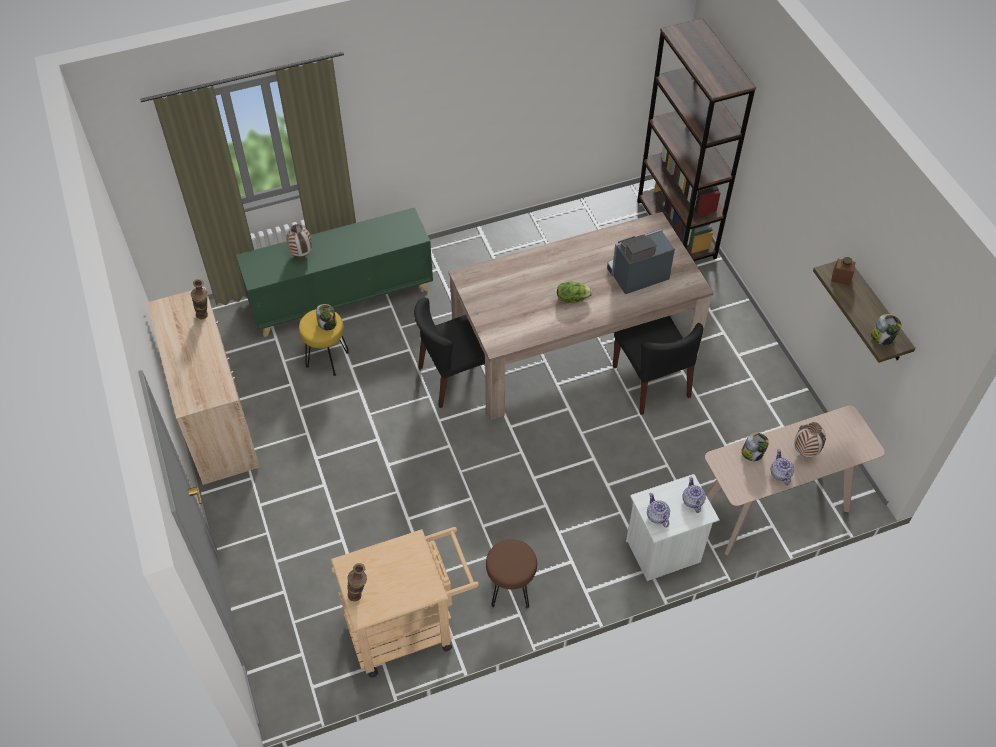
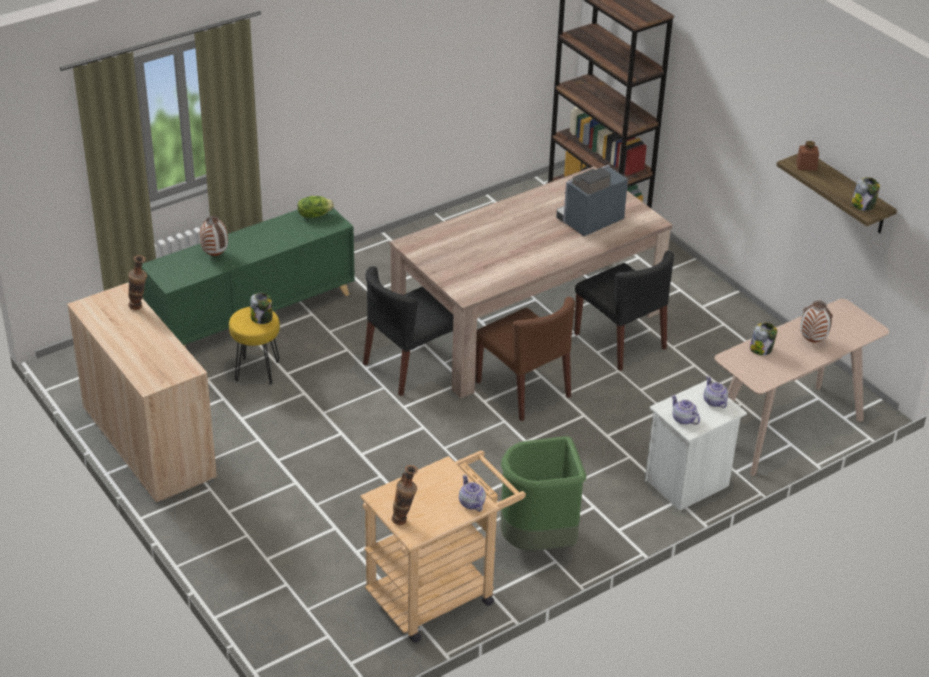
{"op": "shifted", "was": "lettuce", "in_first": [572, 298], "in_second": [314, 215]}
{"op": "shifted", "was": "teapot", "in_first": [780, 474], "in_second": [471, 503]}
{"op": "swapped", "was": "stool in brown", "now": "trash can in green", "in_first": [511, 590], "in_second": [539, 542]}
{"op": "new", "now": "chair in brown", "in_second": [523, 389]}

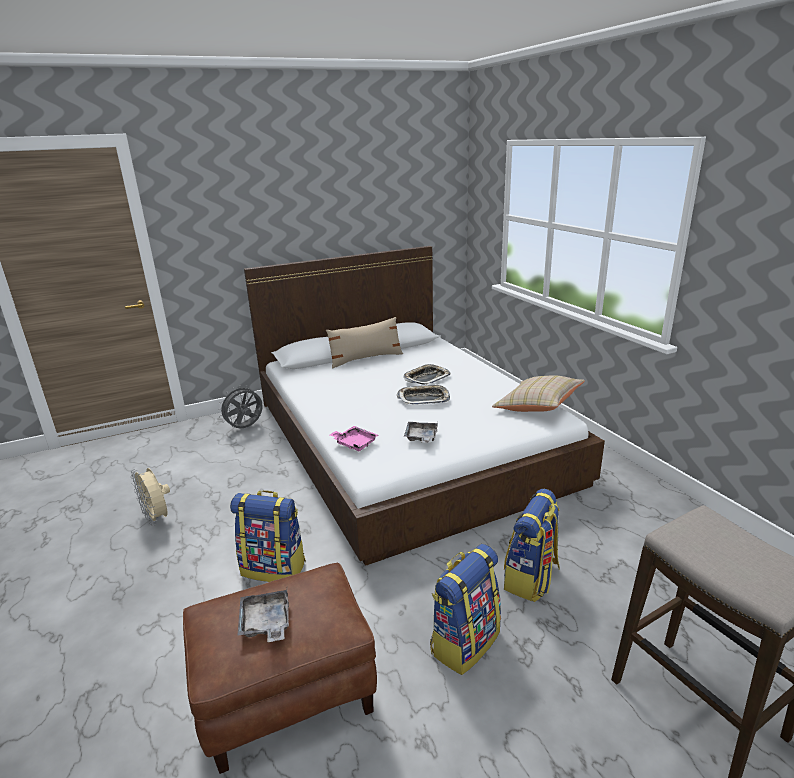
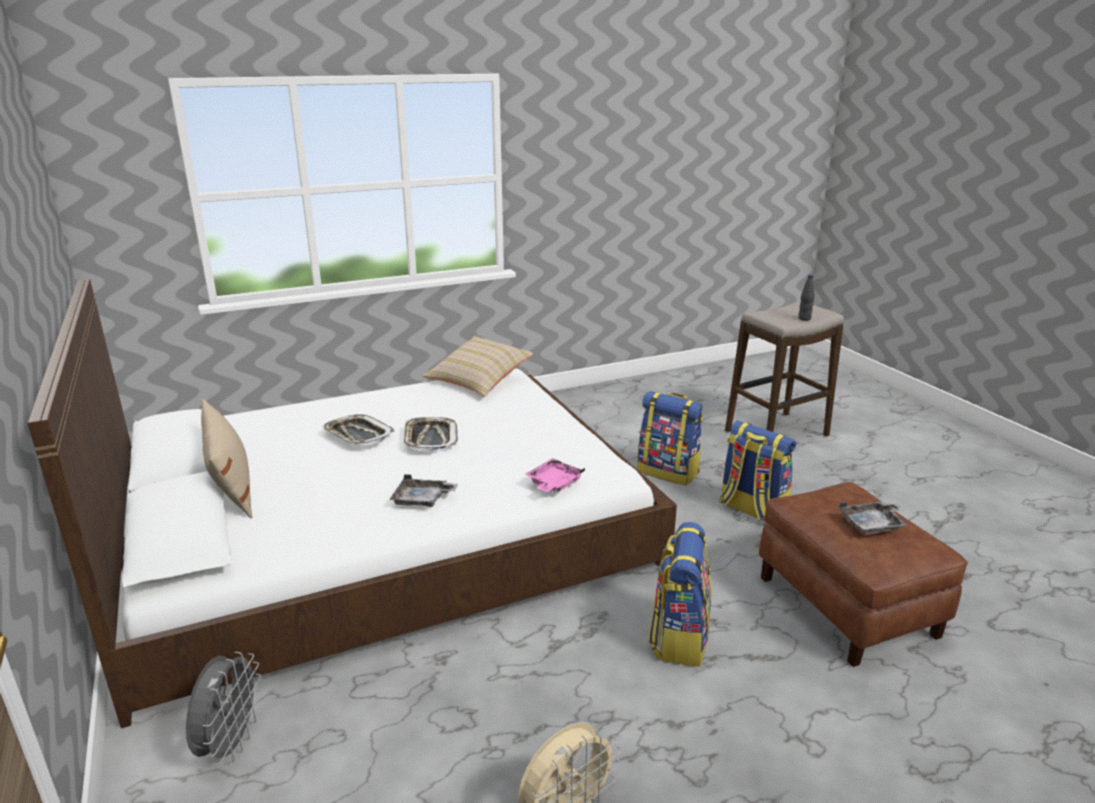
{"op": "rotated", "was": "fan in grey", "in_first": [245, 428], "in_second": [230, 744], "clockwise": -135}
{"op": "shifted", "was": "tray in grey", "in_first": [421, 437], "in_second": [422, 500]}
{"op": "new", "now": "bottle in black", "in_second": [804, 318]}

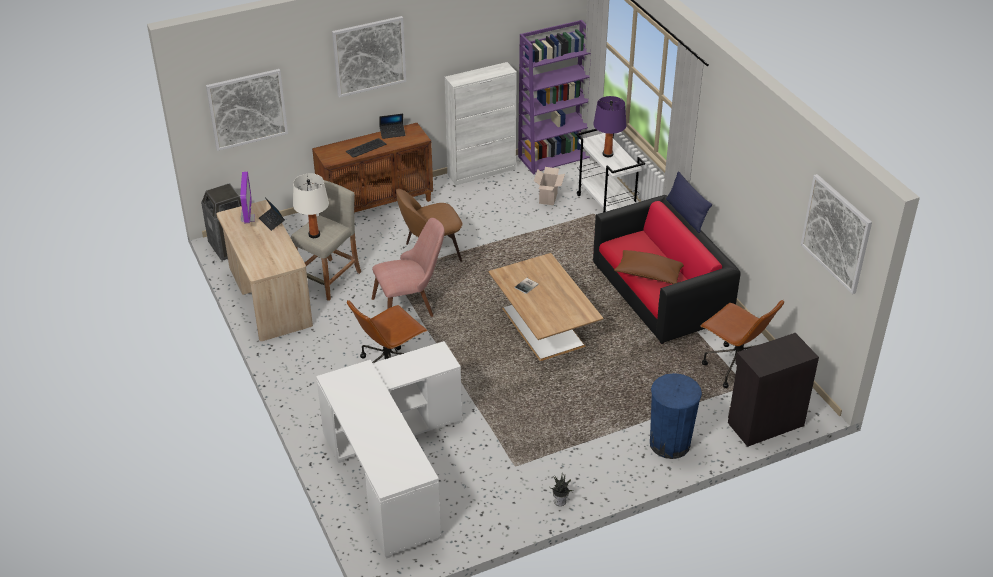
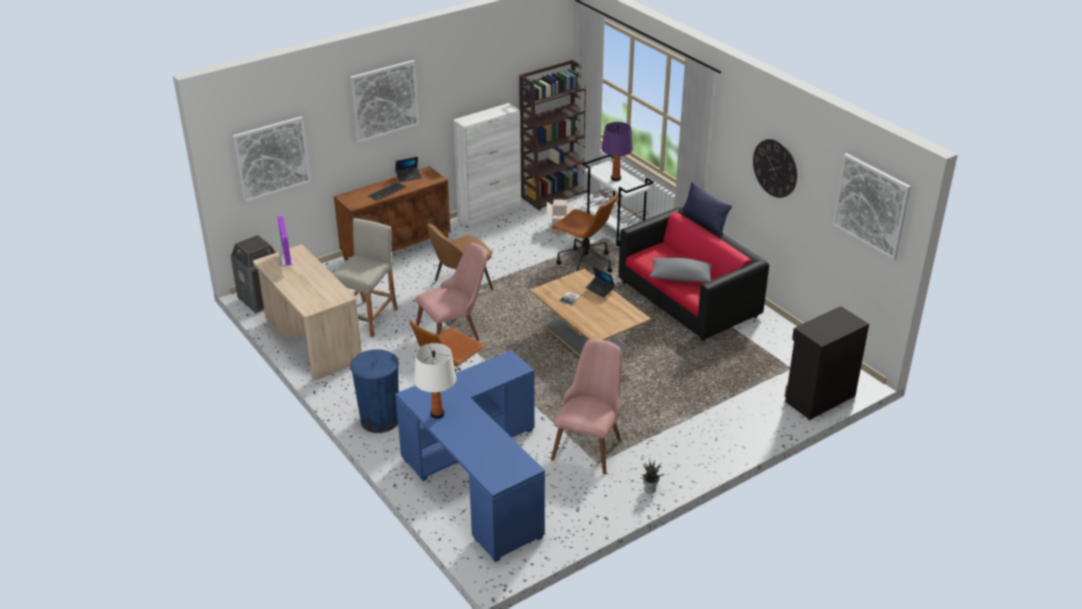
{"op": "repainted", "was": "bookcase in purple", "now": "bookcase in brown", "in_first": [555, 157], "in_second": [555, 194]}
{"op": "shifted", "was": "table lamp in white", "in_first": [314, 234], "in_second": [437, 414]}
{"op": "shifted", "was": "laptop", "in_first": [272, 221], "in_second": [600, 289]}
{"op": "repainted", "was": "pillow in brown", "now": "pillow in grey", "in_first": [648, 274], "in_second": [680, 278]}
{"op": "shifted", "was": "office chair in brown", "in_first": [735, 367], "in_second": [584, 263]}
{"op": "repainted", "was": "desk in white", "now": "desk in blue", "in_first": [390, 468], "in_second": [476, 479]}
{"op": "shifted", "was": "trash can in blue", "in_first": [670, 444], "in_second": [380, 420]}
{"op": "new", "now": "wall clock", "in_second": [775, 168]}
{"op": "new", "now": "chair in pink", "in_second": [590, 443]}

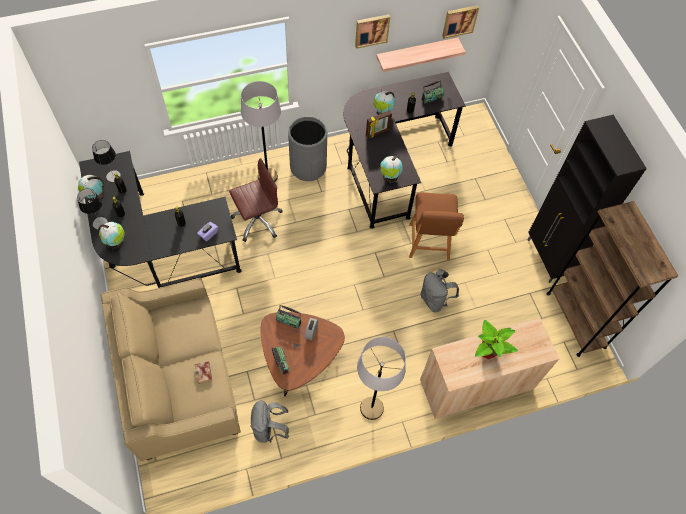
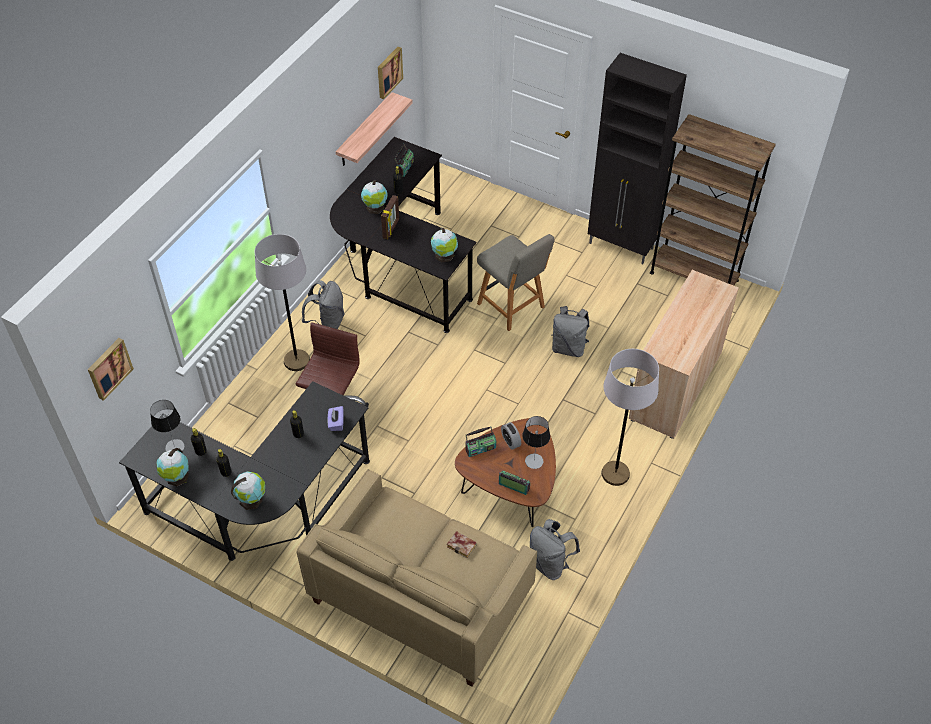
{"op": "shifted", "was": "picture", "in_first": [371, 30], "in_second": [108, 368]}
{"op": "swapped", "was": "trash can in grey", "now": "backpack in grey", "in_first": [308, 167], "in_second": [327, 324]}
{"op": "shifted", "was": "table lamp", "in_first": [100, 223], "in_second": [534, 461]}
{"op": "repainted", "was": "chair in brown", "now": "chair in grey", "in_first": [429, 243], "in_second": [512, 307]}
{"op": "gone", "was": "potted plant", "in_first": [488, 351]}

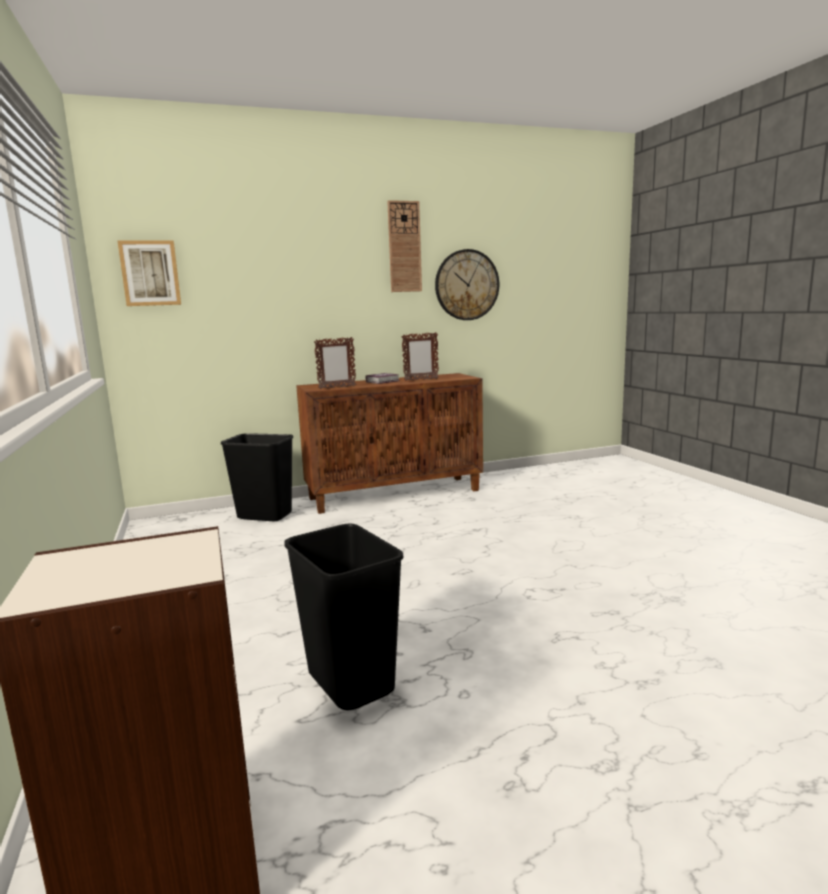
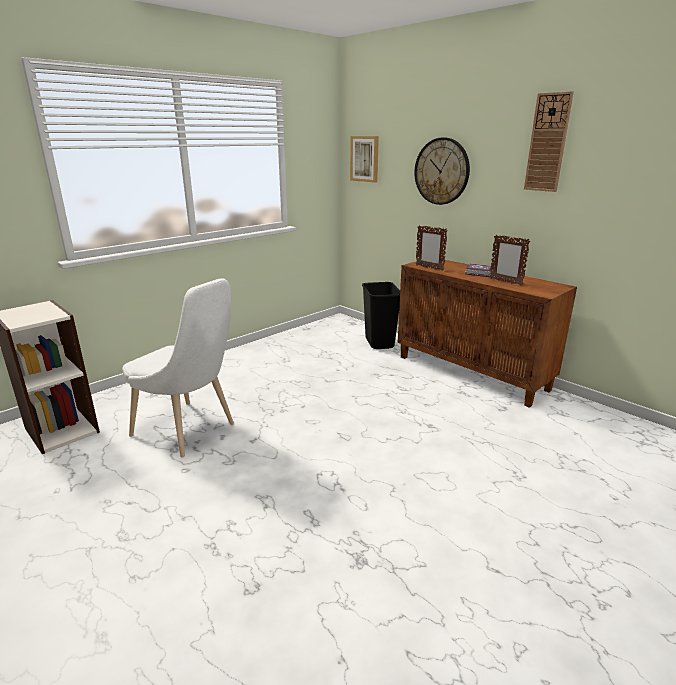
{"op": "shifted", "was": "wall clock", "in_first": [466, 285], "in_second": [441, 171]}
{"op": "swapped", "was": "trash can in black", "now": "chair in white", "in_first": [352, 682], "in_second": [189, 431]}

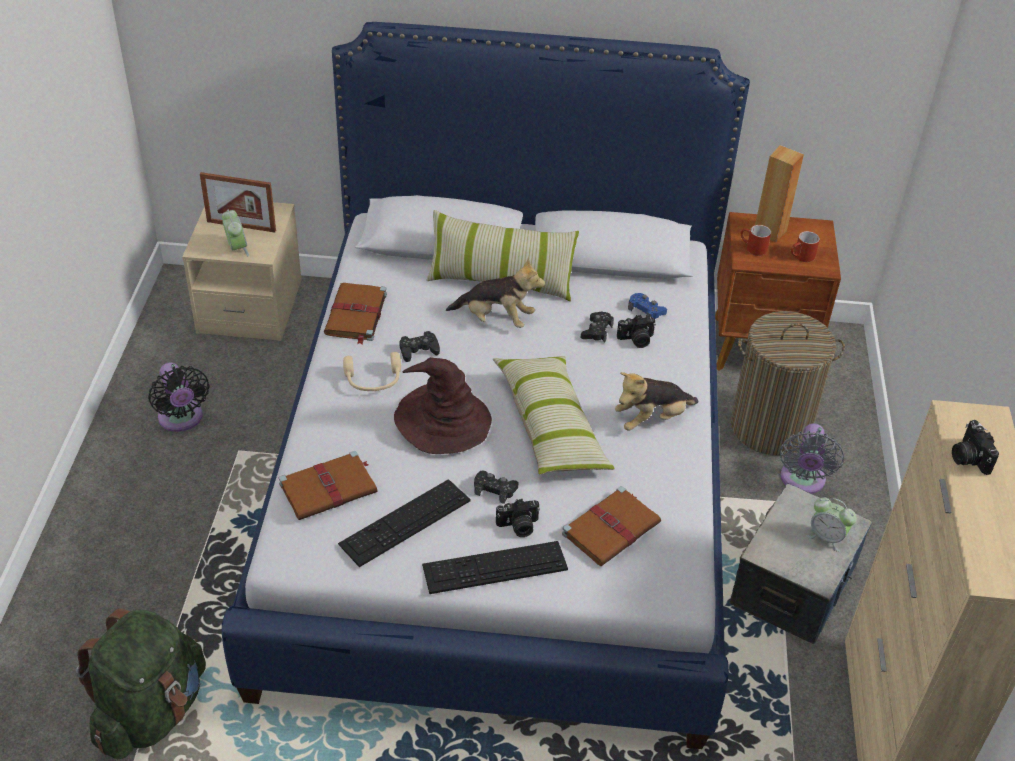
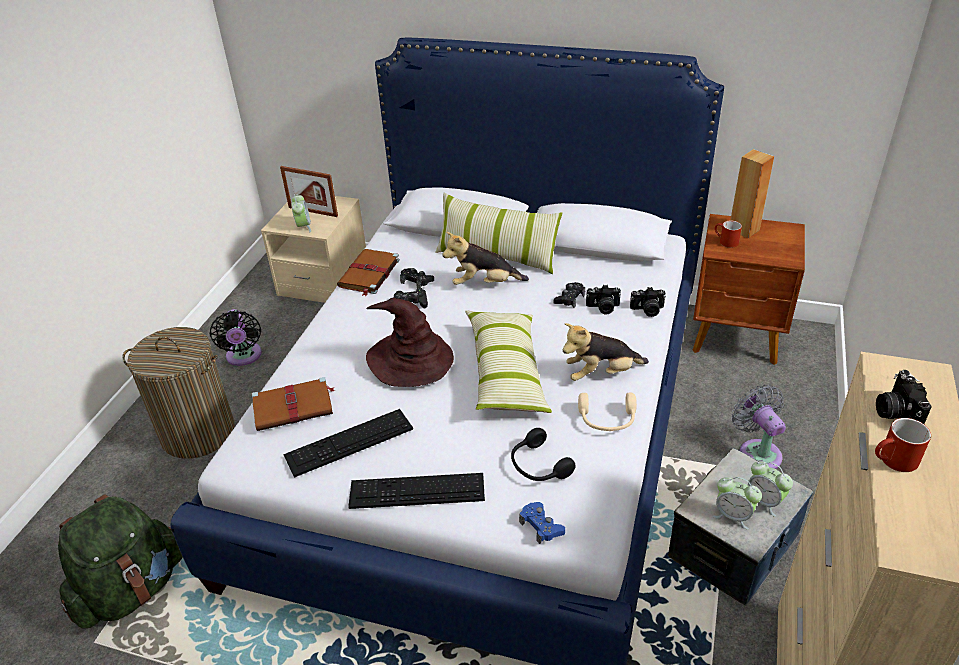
{"op": "shifted", "was": "mug in red", "in_first": [801, 257], "in_second": [893, 461]}
{"op": "rotated", "was": "plush toy", "in_first": [496, 319], "in_second": [484, 284], "clockwise": 150}
{"op": "shifted", "was": "game controller in blue", "in_first": [646, 310], "in_second": [541, 526]}
{"op": "shifted", "was": "laundry basket", "in_first": [770, 427], "in_second": [197, 432]}
{"op": "shifted", "was": "headphones in beige", "in_first": [373, 381], "in_second": [607, 420]}
{"op": "rotated", "was": "fan in grey", "in_first": [802, 481], "in_second": [757, 452], "clockwise": 135}
{"op": "shifted", "was": "game controller in black", "in_first": [495, 489], "in_second": [416, 281]}
{"op": "swapped", "was": "book in brown", "now": "headphones in black", "in_first": [612, 528], "in_second": [538, 466]}
{"op": "shifted", "was": "photo camera", "in_first": [518, 526], "in_second": [647, 310]}
{"op": "new", "now": "alarm clock", "in_second": [733, 516]}

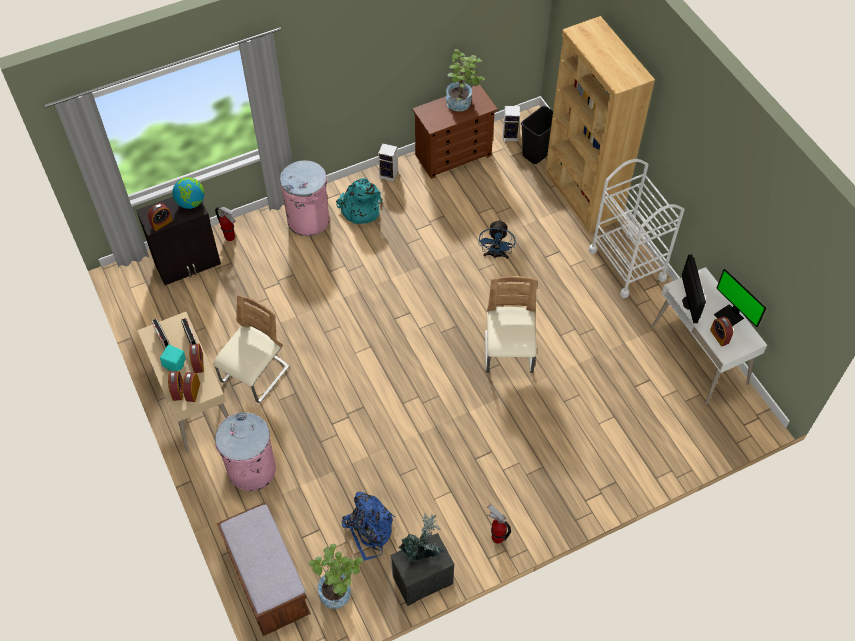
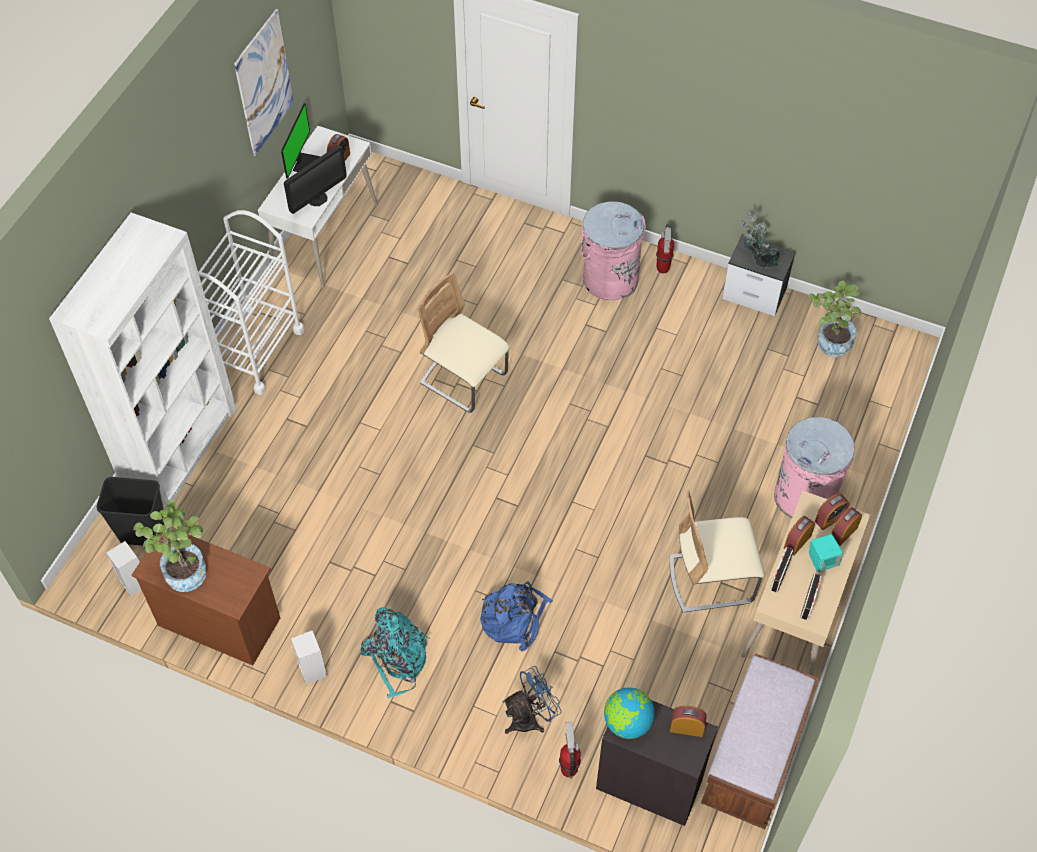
{"op": "repainted", "was": "bookcase in brown", "now": "bookcase in white", "in_first": [582, 195], "in_second": [180, 447]}
{"op": "shifted", "was": "trash can in pink", "in_first": [309, 220], "in_second": [610, 278]}
{"op": "shifted", "was": "fan in blue", "in_first": [496, 255], "in_second": [530, 718]}
{"op": "rotated", "was": "chair in beige", "in_first": [508, 353], "in_second": [464, 380], "clockwise": 75}
{"op": "shifted", "was": "backpack in blue", "in_first": [369, 530], "in_second": [514, 618]}
{"op": "shifted", "was": "bench in brown", "in_first": [267, 581], "in_second": [754, 758]}
{"op": "new", "now": "picture", "in_second": [264, 83]}

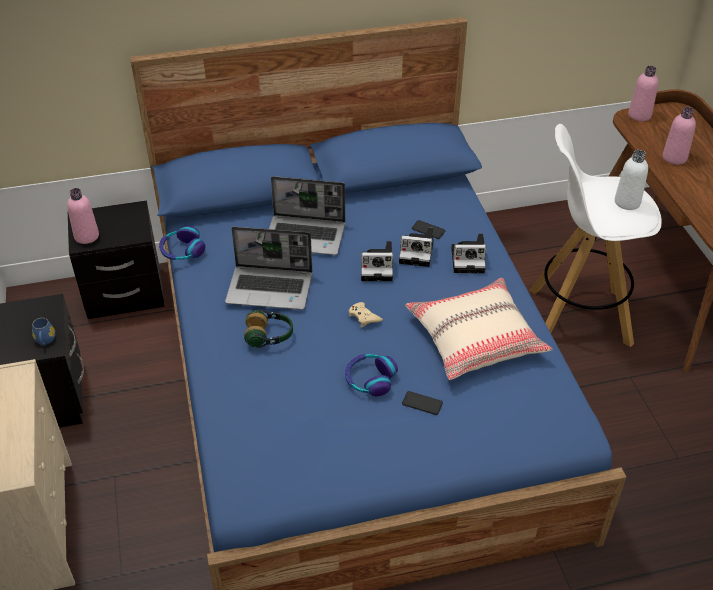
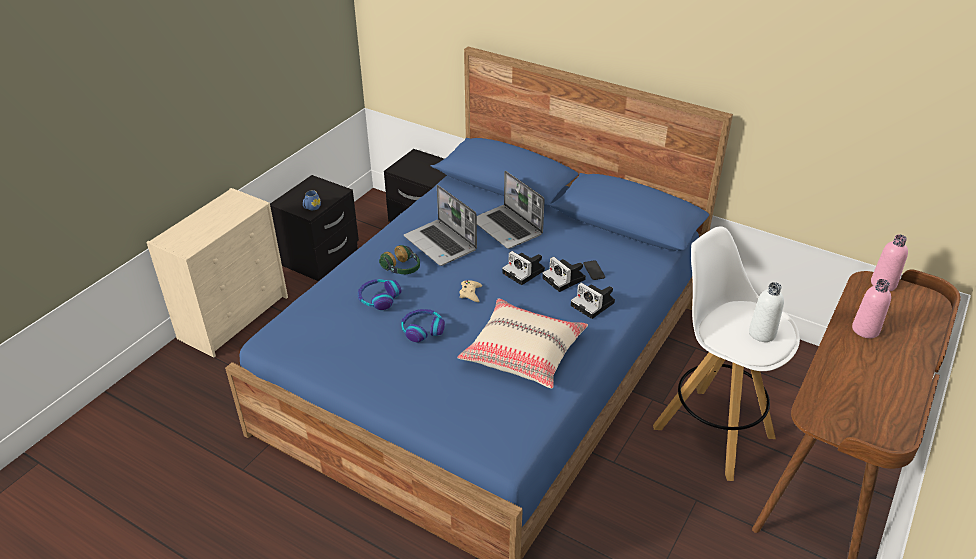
{"op": "gone", "was": "bottle in pink", "in_first": [86, 236]}
{"op": "shifted", "was": "headphones", "in_first": [182, 250], "in_second": [379, 298]}
{"op": "gone", "was": "phone", "in_first": [422, 403]}

